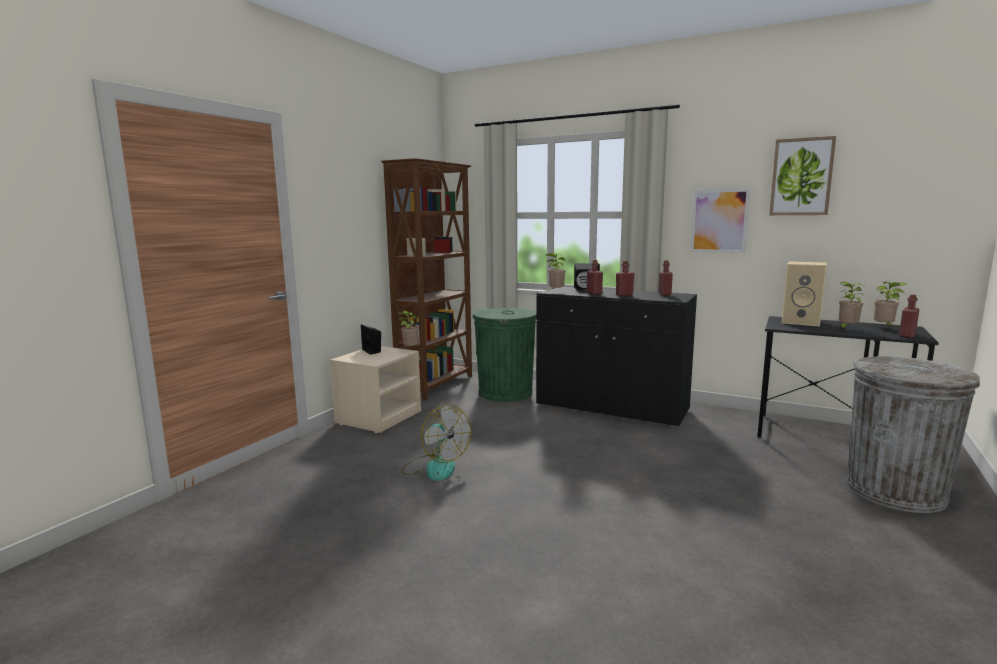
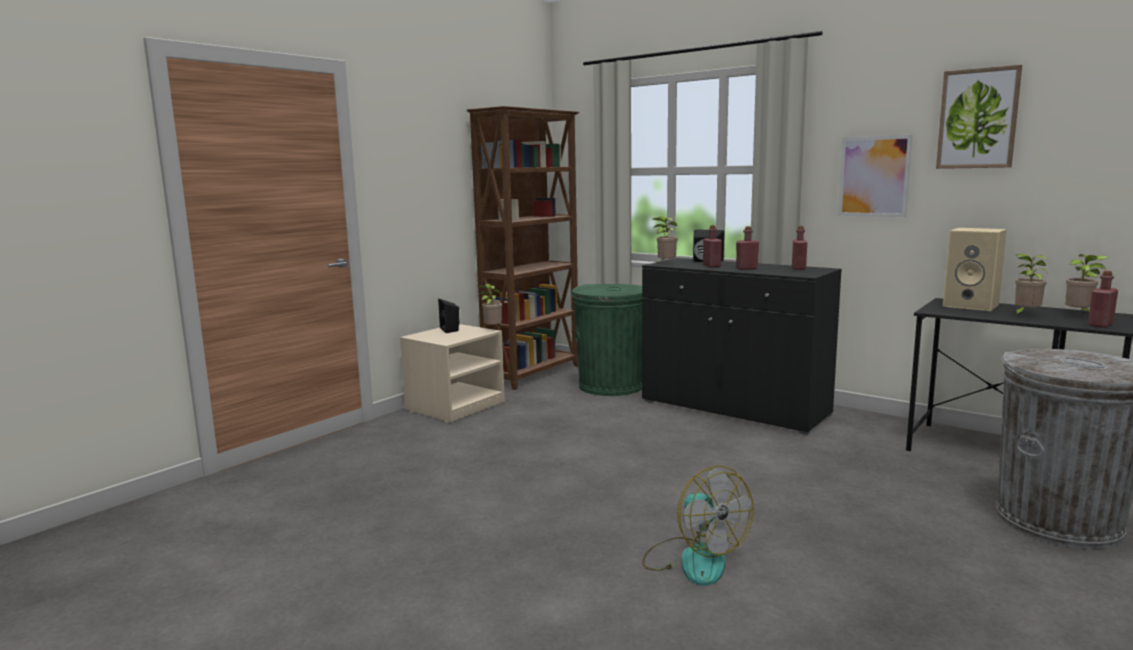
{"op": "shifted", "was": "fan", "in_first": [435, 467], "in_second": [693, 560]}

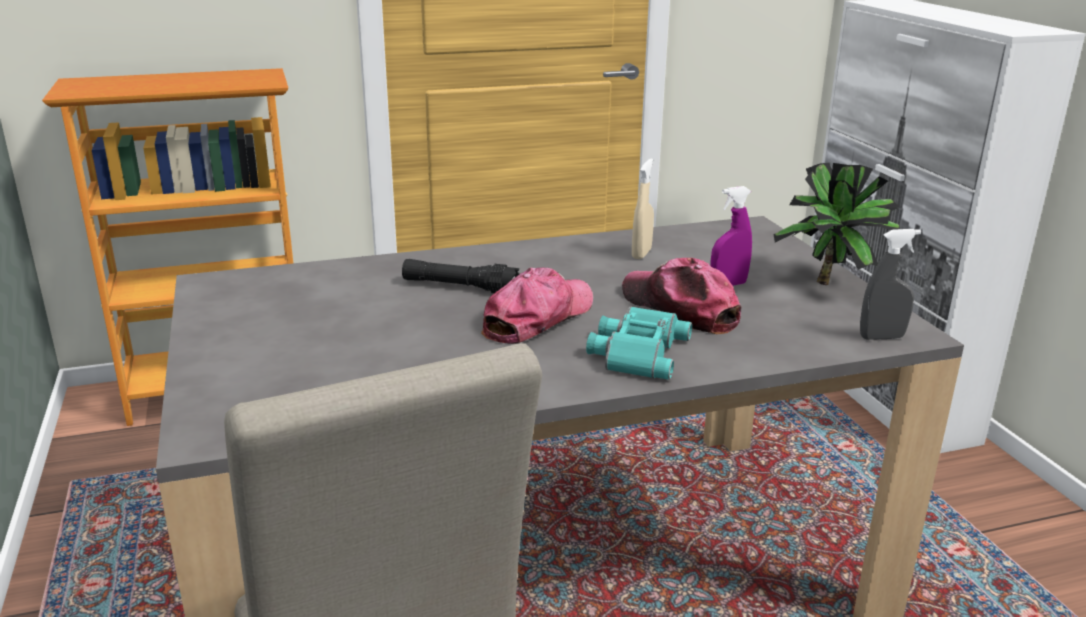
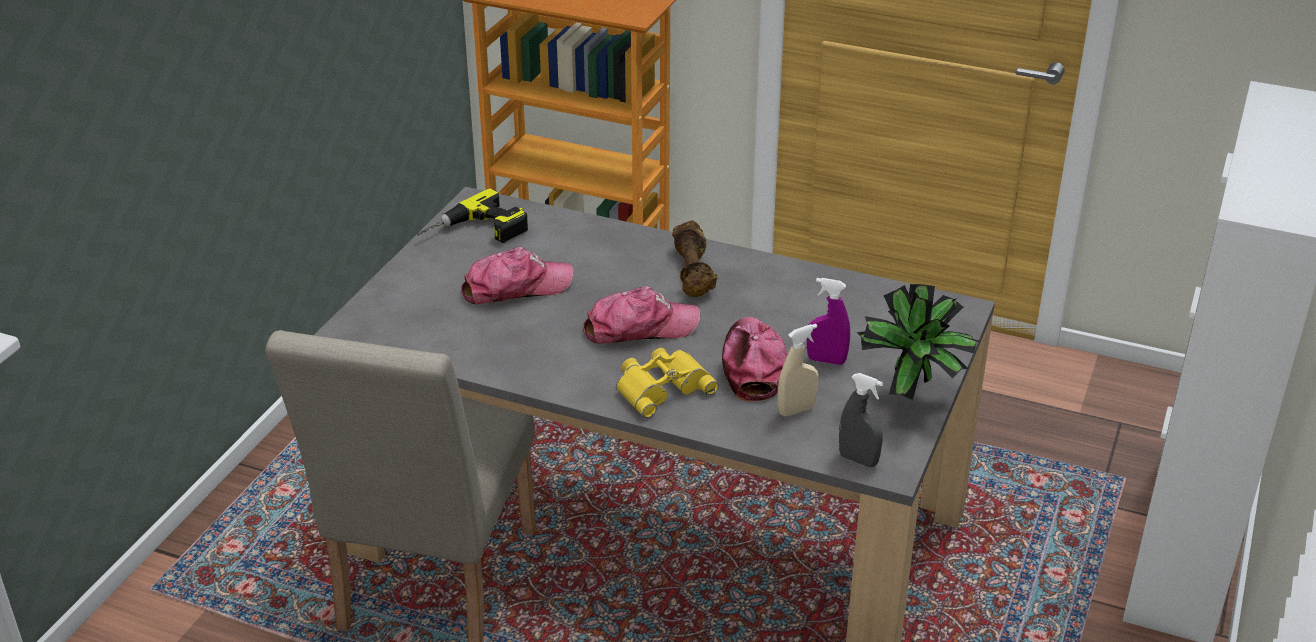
{"op": "shifted", "was": "spray bottle in beige", "in_first": [641, 254], "in_second": [796, 410]}
{"op": "gone", "was": "flashlight in black", "in_first": [460, 287]}
{"op": "repainted", "was": "binoculars in turquoise", "now": "binoculars in yellow", "in_first": [636, 351], "in_second": [662, 386]}
{"op": "new", "now": "power drill", "in_second": [475, 232]}
{"op": "new", "now": "dumbbell in brown", "in_second": [694, 273]}
{"op": "new", "now": "cap", "in_second": [516, 287]}

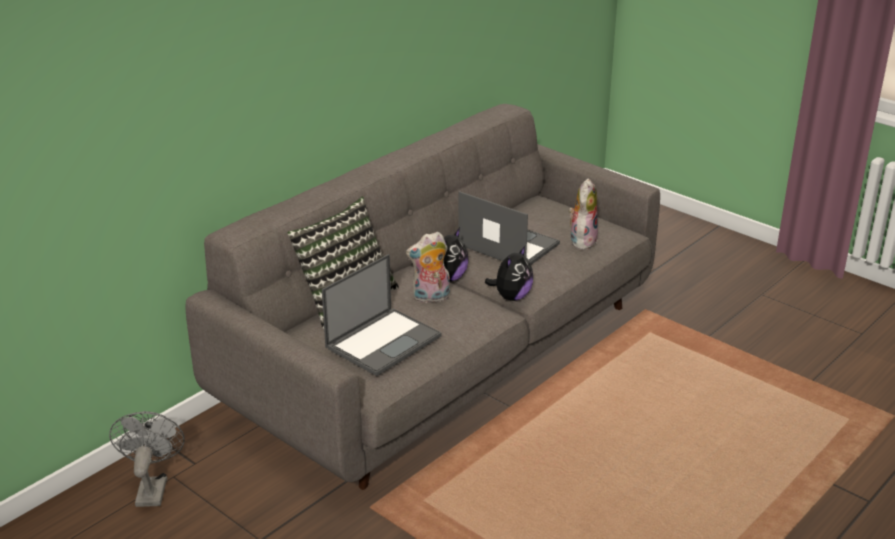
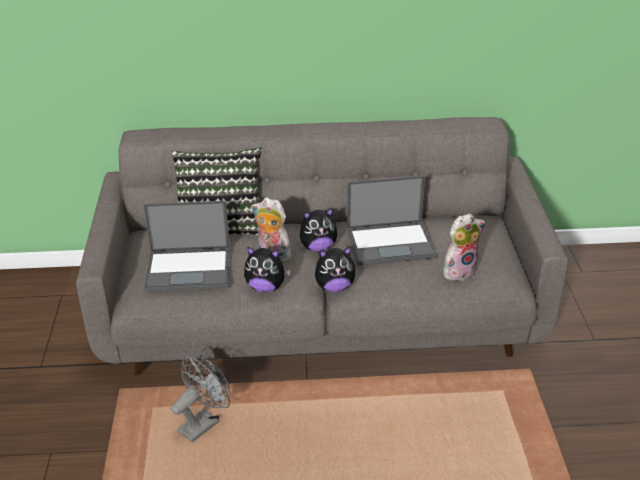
{"op": "rotated", "was": "laptop", "in_first": [507, 244], "in_second": [391, 243], "clockwise": 90}
{"op": "shifted", "was": "fan in grey", "in_first": [152, 488], "in_second": [203, 423]}
{"op": "new", "now": "plush toy", "in_second": [266, 287]}

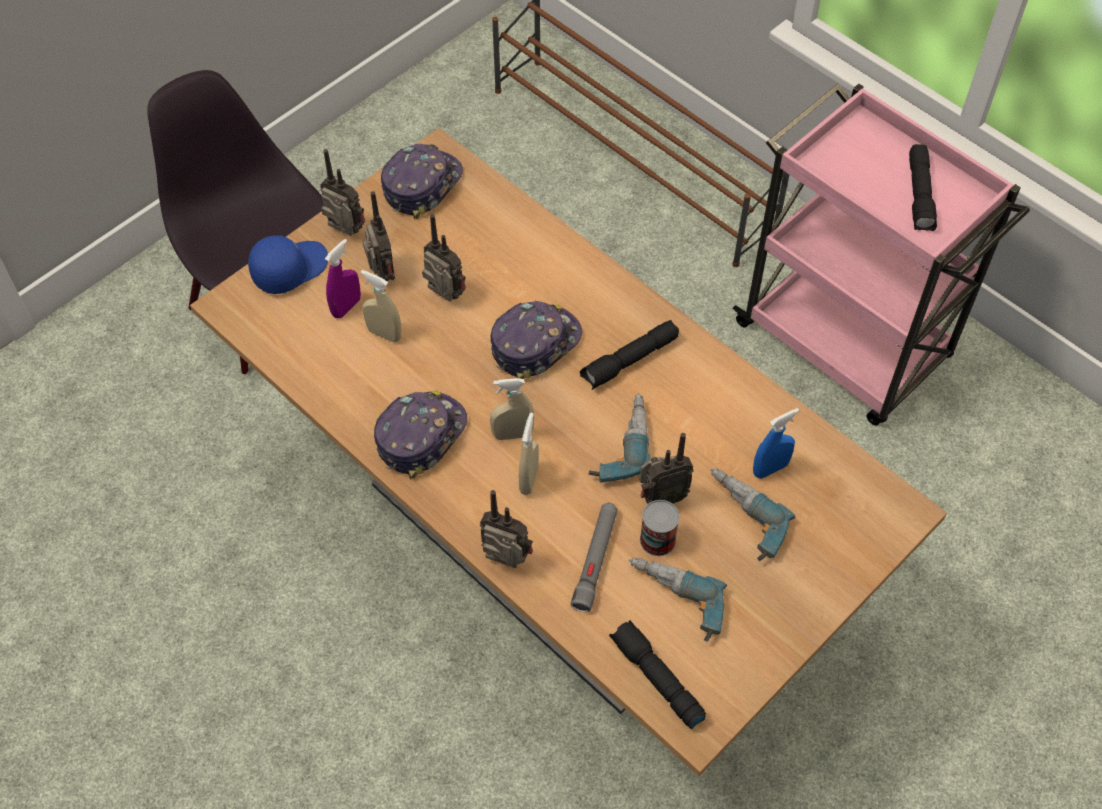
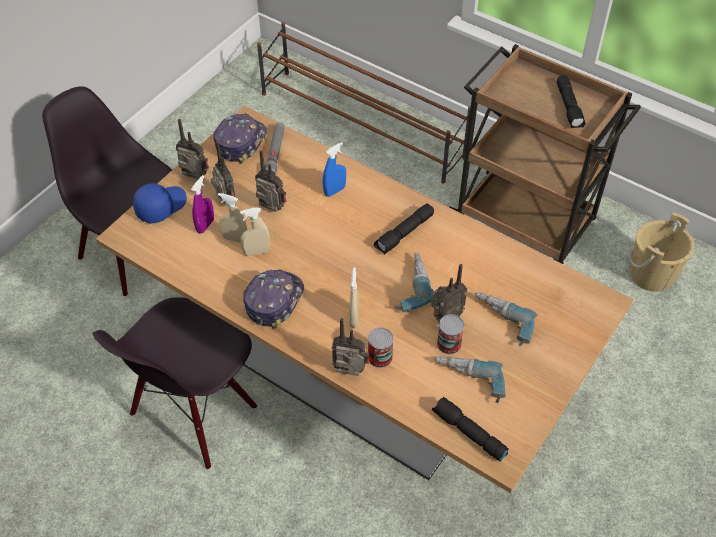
{"op": "repainted", "was": "cart in pink", "now": "cart in brown", "in_first": [846, 344], "in_second": [525, 222]}
{"op": "gone", "was": "cap", "in_first": [535, 343]}
{"op": "shifted", "was": "spray bottle in beige", "in_first": [512, 434], "in_second": [257, 252]}
{"op": "shifted", "was": "spray bottle in blue", "in_first": [770, 469], "in_second": [334, 191]}
{"op": "shifted", "was": "flashlight in grey", "in_first": [595, 560], "in_second": [275, 152]}
{"op": "new", "now": "bucket in beige", "in_second": [652, 274]}
{"op": "new", "now": "chair in black", "in_second": [194, 413]}
{"op": "new", "now": "can", "in_second": [380, 357]}

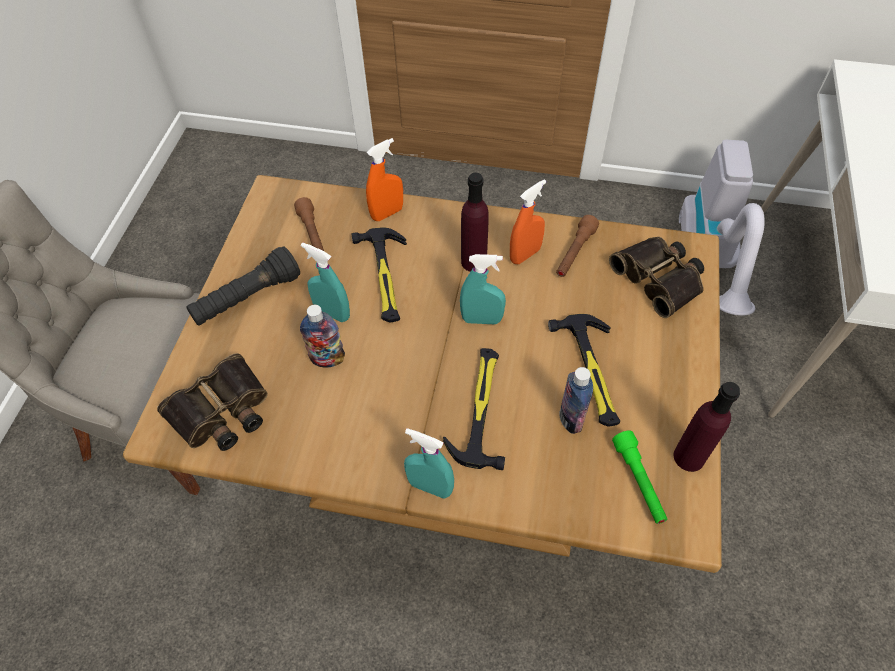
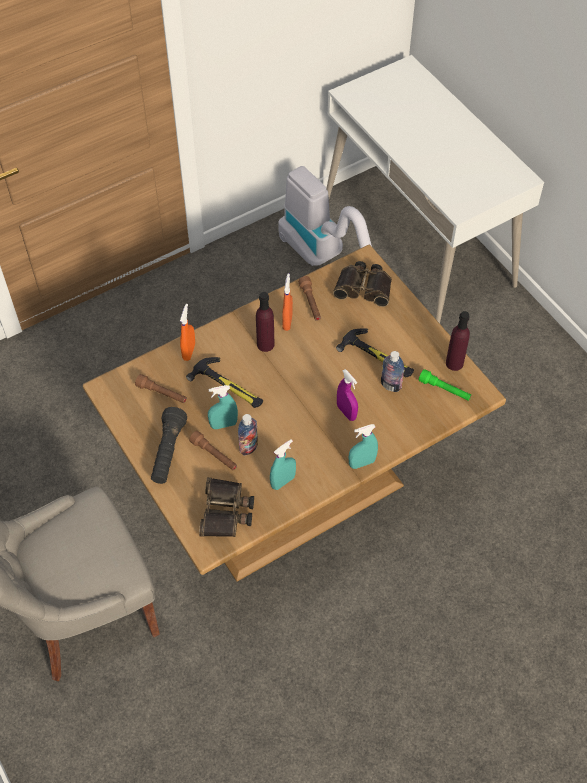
{"op": "shifted", "was": "spray bottle in turquoise", "in_first": [481, 319], "in_second": [283, 481]}
{"op": "swapped", "was": "hammer", "now": "spray bottle in purple", "in_first": [480, 408], "in_second": [346, 412]}
{"op": "new", "now": "flashlight in brown", "in_second": [214, 455]}

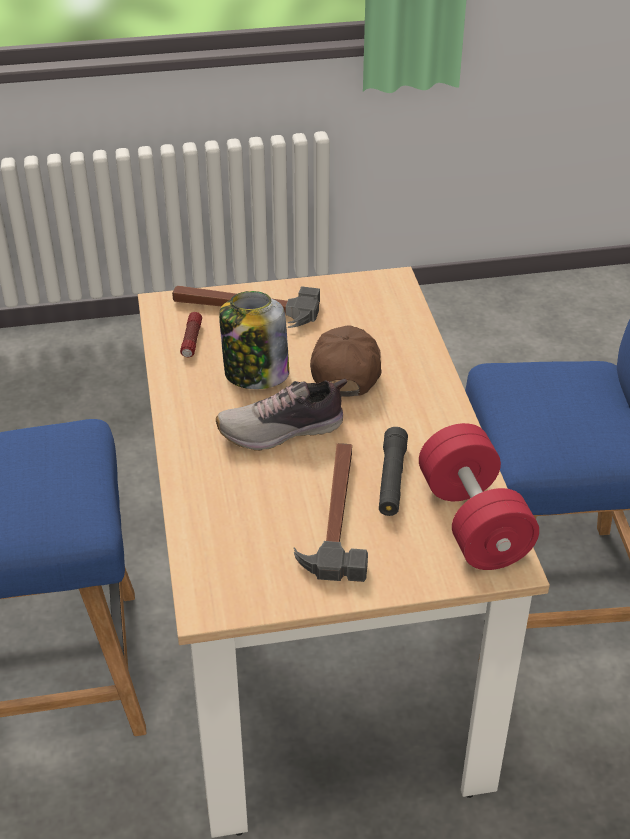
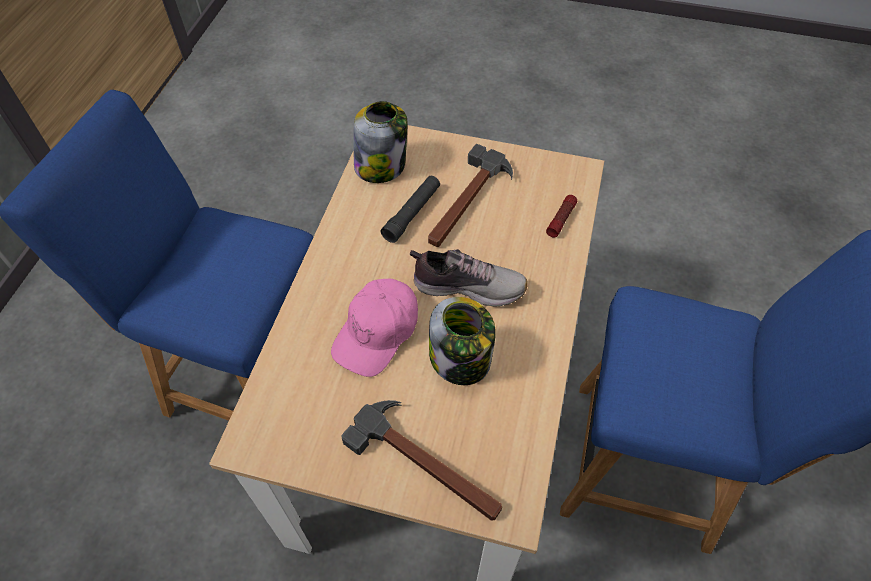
{"op": "shifted", "was": "flashlight", "in_first": [191, 340], "in_second": [561, 219]}
{"op": "repainted", "was": "cap in brown", "now": "cap in pink", "in_first": [346, 370], "in_second": [377, 332]}
{"op": "swapped", "was": "dumbbell in red", "now": "jar", "in_first": [473, 522], "in_second": [381, 165]}

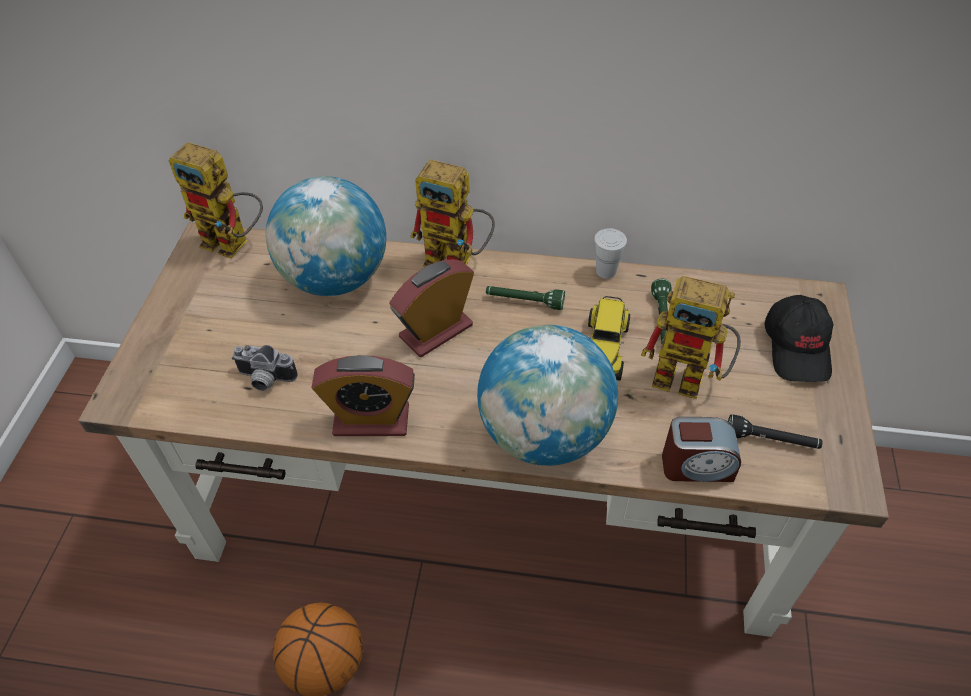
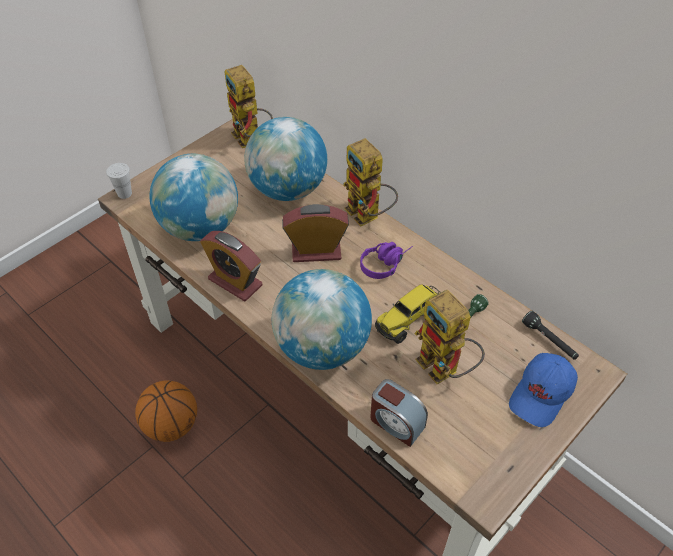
{"op": "shifted", "was": "cup in white", "in_first": [606, 271], "in_second": [124, 193]}
{"op": "swapped", "was": "flashlight in green", "now": "headphones in purple", "in_first": [524, 302], "in_second": [385, 263]}
{"op": "repainted", "was": "cap in black", "now": "cap in blue", "in_first": [797, 348], "in_second": [541, 395]}
{"op": "swapped", "was": "photo camera", "now": "globe", "in_first": [264, 380], "in_second": [200, 227]}
{"op": "shifted", "was": "flashlight in black", "in_first": [771, 440], "in_second": [549, 341]}

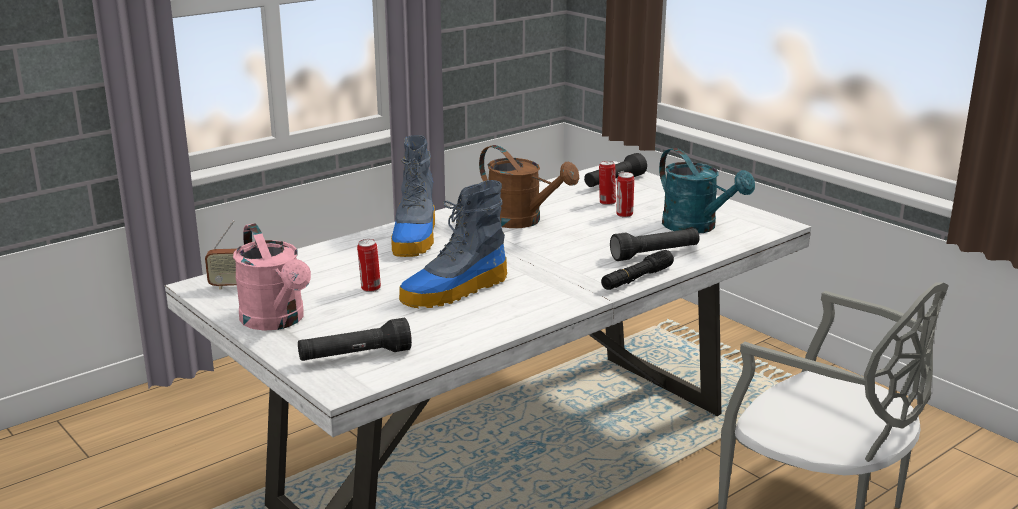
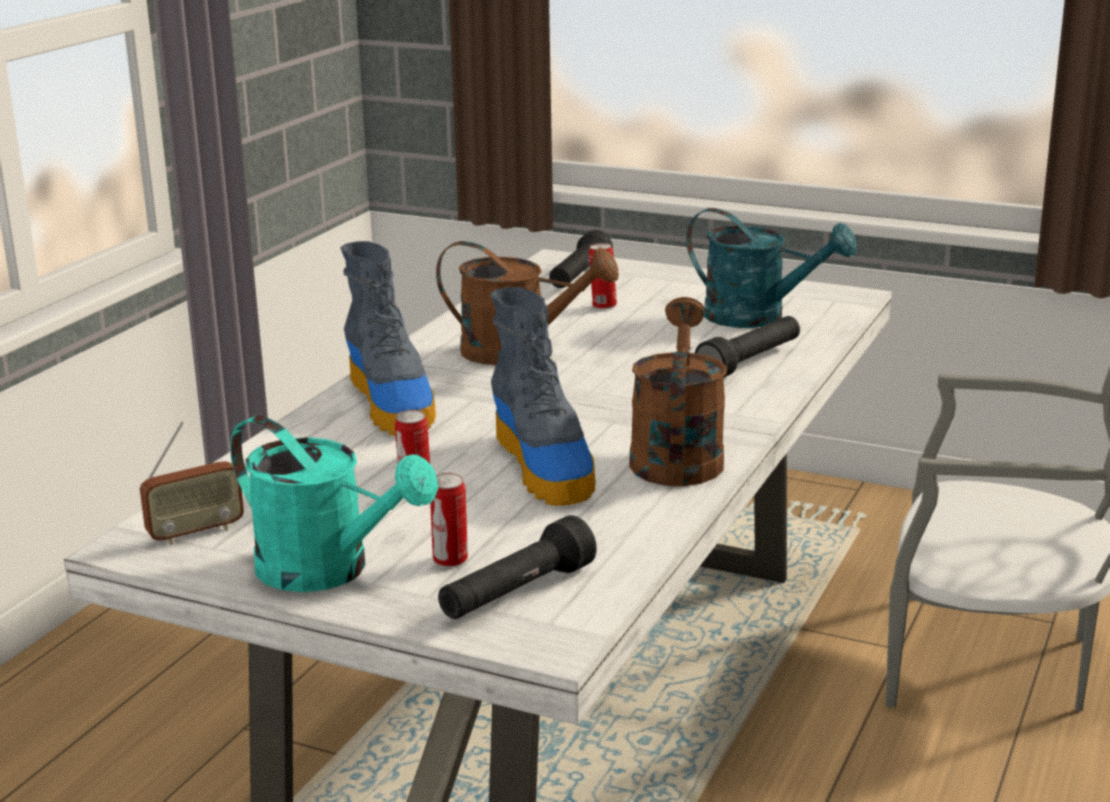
{"op": "shifted", "was": "can", "in_first": [624, 215], "in_second": [450, 561]}
{"op": "rotated", "was": "boot", "in_first": [455, 291], "in_second": [545, 467], "clockwise": -45}
{"op": "repainted", "was": "watering can in pink", "now": "watering can in turquoise", "in_first": [277, 321], "in_second": [329, 571]}
{"op": "gone", "was": "flashlight in black", "in_first": [637, 278]}
{"op": "new", "now": "watering can in brown", "in_second": [676, 455]}

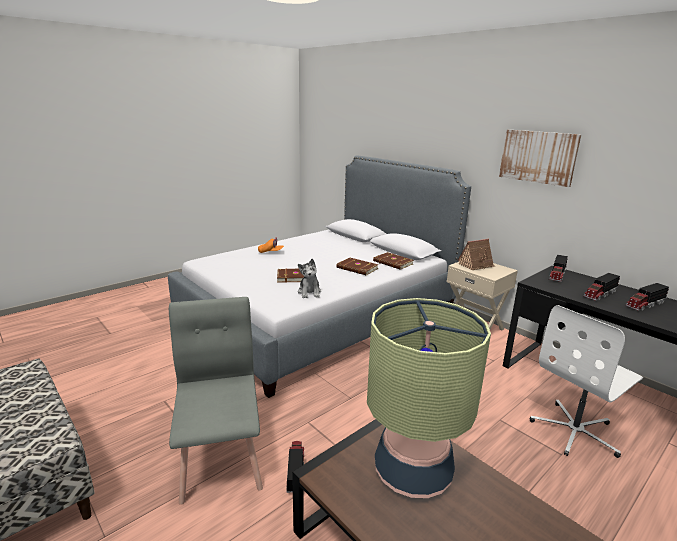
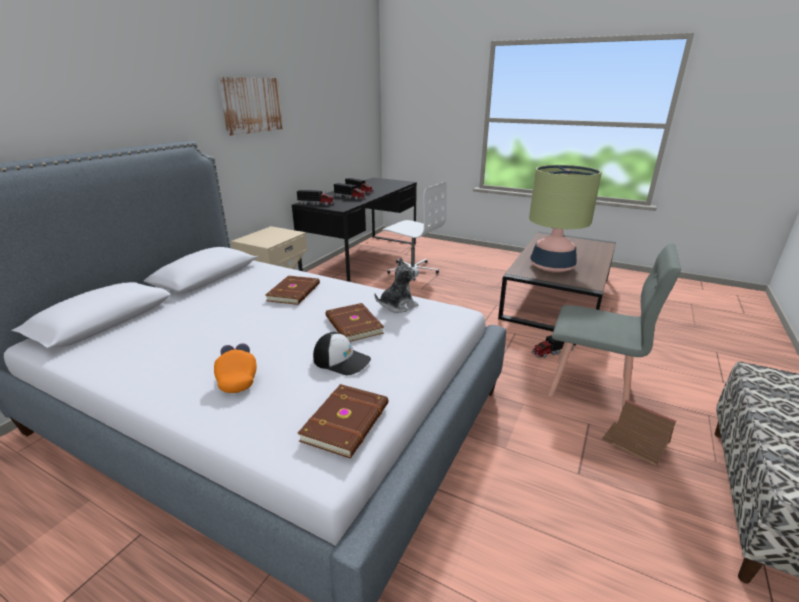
{"op": "shifted", "was": "toy house", "in_first": [476, 265], "in_second": [635, 443]}
{"op": "shifted", "was": "book in brown", "in_first": [393, 263], "in_second": [347, 422]}
{"op": "rotated", "was": "chair in grey", "in_first": [222, 464], "in_second": [590, 387], "clockwise": -120}
{"op": "new", "now": "cap", "in_second": [342, 360]}

